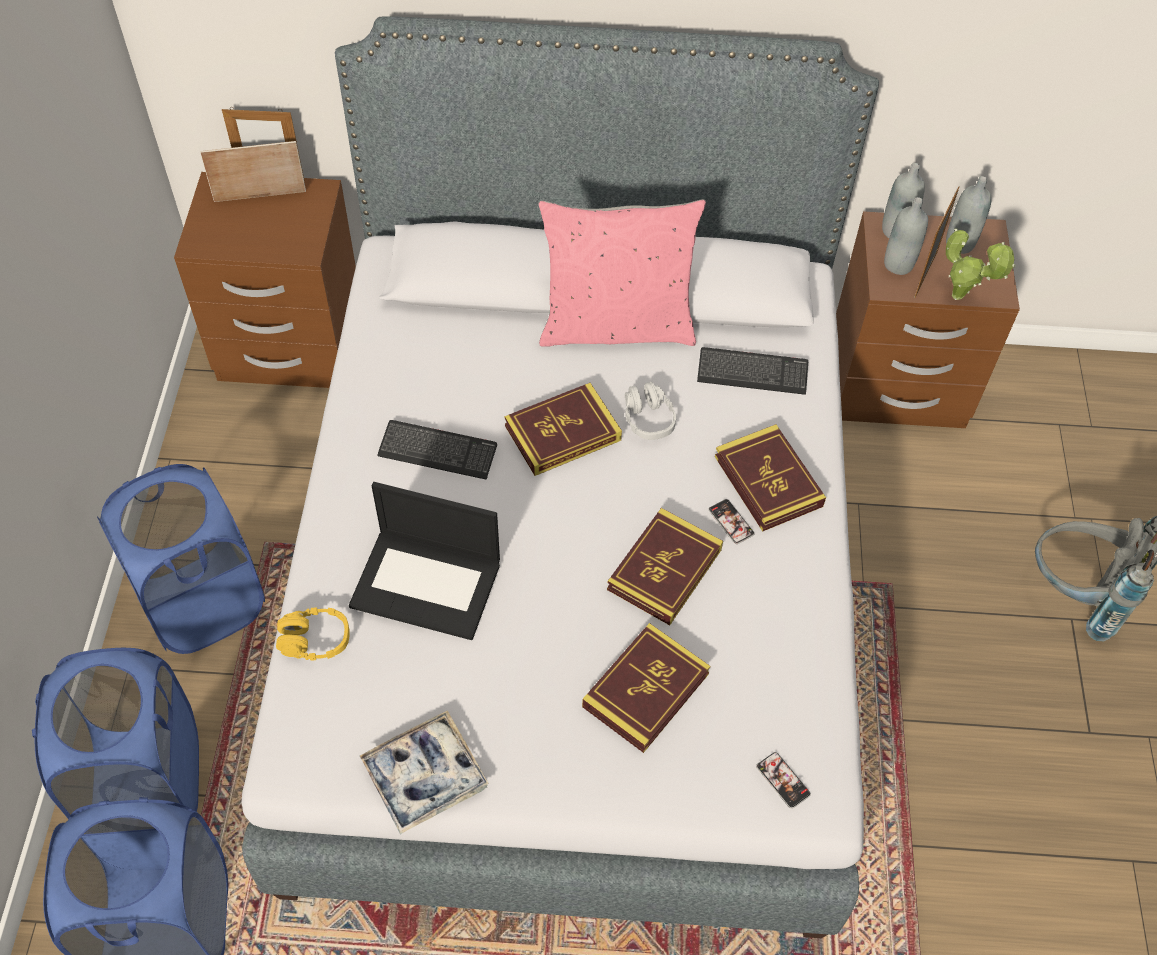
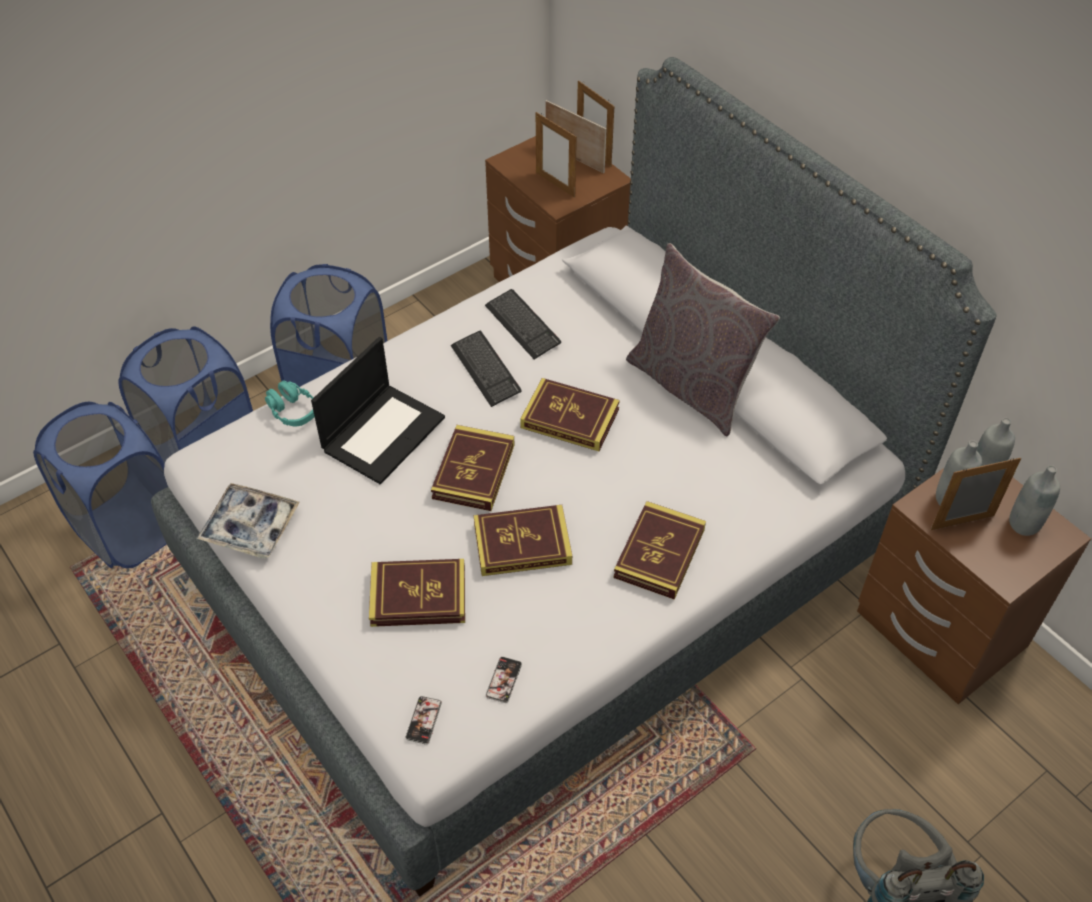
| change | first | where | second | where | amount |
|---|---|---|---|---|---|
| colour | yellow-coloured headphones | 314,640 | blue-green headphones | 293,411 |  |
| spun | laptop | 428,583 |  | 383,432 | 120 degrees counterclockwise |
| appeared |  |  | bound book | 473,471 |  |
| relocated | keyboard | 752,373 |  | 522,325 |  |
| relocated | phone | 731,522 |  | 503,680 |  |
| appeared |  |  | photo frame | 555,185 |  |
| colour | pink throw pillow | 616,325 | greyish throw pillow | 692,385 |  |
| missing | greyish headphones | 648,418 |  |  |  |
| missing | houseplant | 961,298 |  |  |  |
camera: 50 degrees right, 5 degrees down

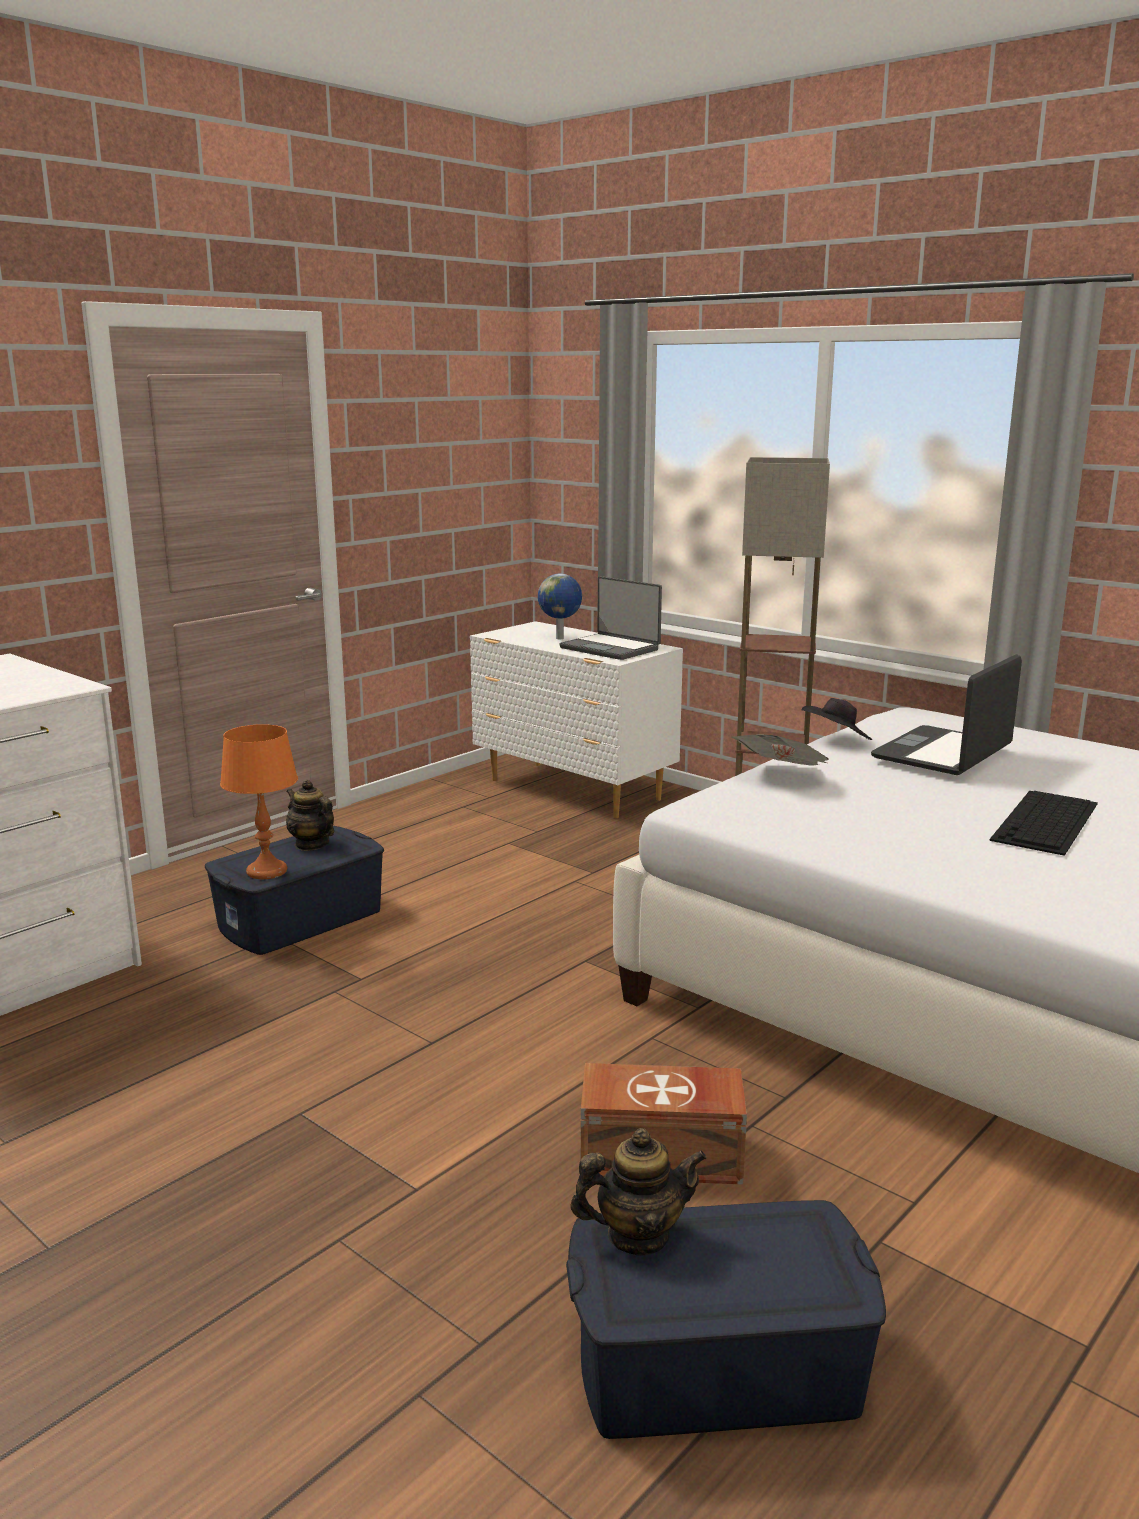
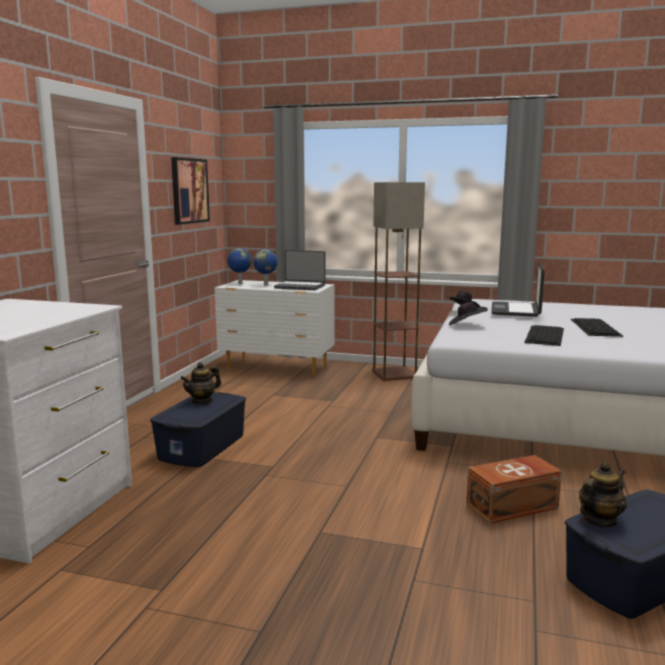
| change | first | where | second | where | amount |
|---|---|---|---|---|---|
| appeared |  |  | wall picture | 189,191 |  |
| spun | tea pot | 311,844 |  | 202,401 | 60 degrees counterclockwise |
| appeared |  |  | world globe | 240,283 |  |
| exchanged | daily paper | 782,776 | blackish clothing hat | 466,325 |  |
| appeared |  |  | keyboard | 545,335 |  |
| missing | orange tabletop lamp | 266,871 |  |  |  |
camera: 25 degrees left, 5 degrees down

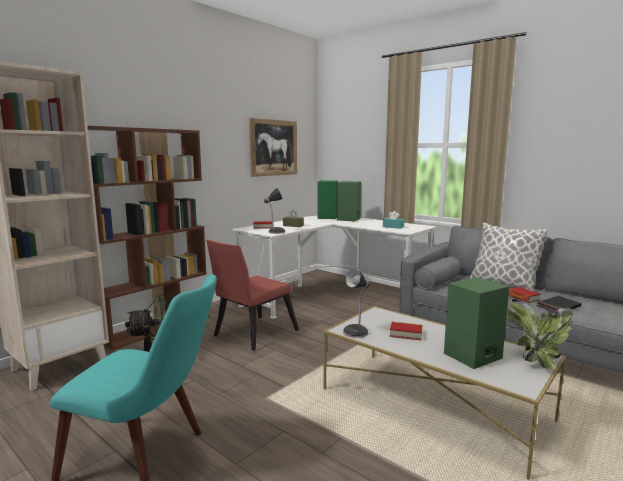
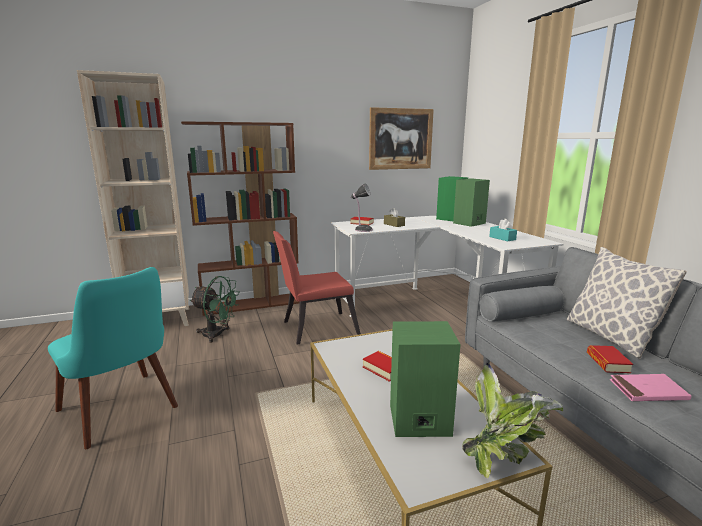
| change | first | where | second | where | amount |
|---|---|---|---|---|---|
| colour | blackish bound book | 558,307 | pink bound book | 648,390 |  |
| missing | tabletop lamp | 357,332 |  |  |  |
camera: 30 degrees right, 5 degrees up

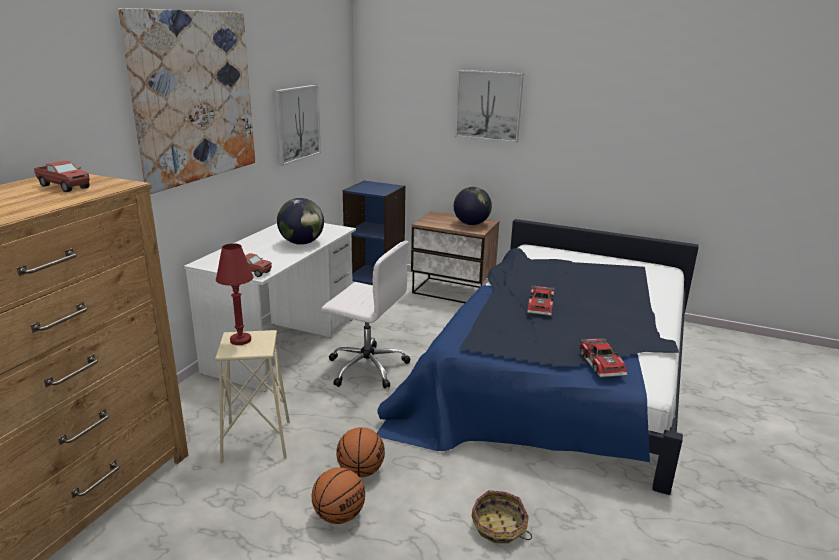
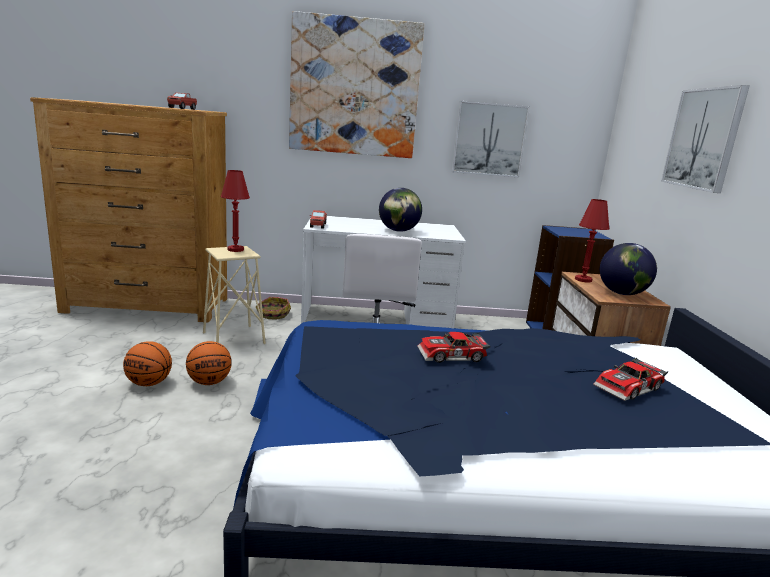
| change | first | where | second | where | amount |
|---|---|---|---|---|---|
| relocated | storage basket | 499,527 |  | 272,314 |  |
| appeared |  |  | reddish tabletop lamp | 583,280 |  |
| relocated | toy car | 603,363 |  | 630,388 |  |
camera: 65 degrees right, 5 degrees down

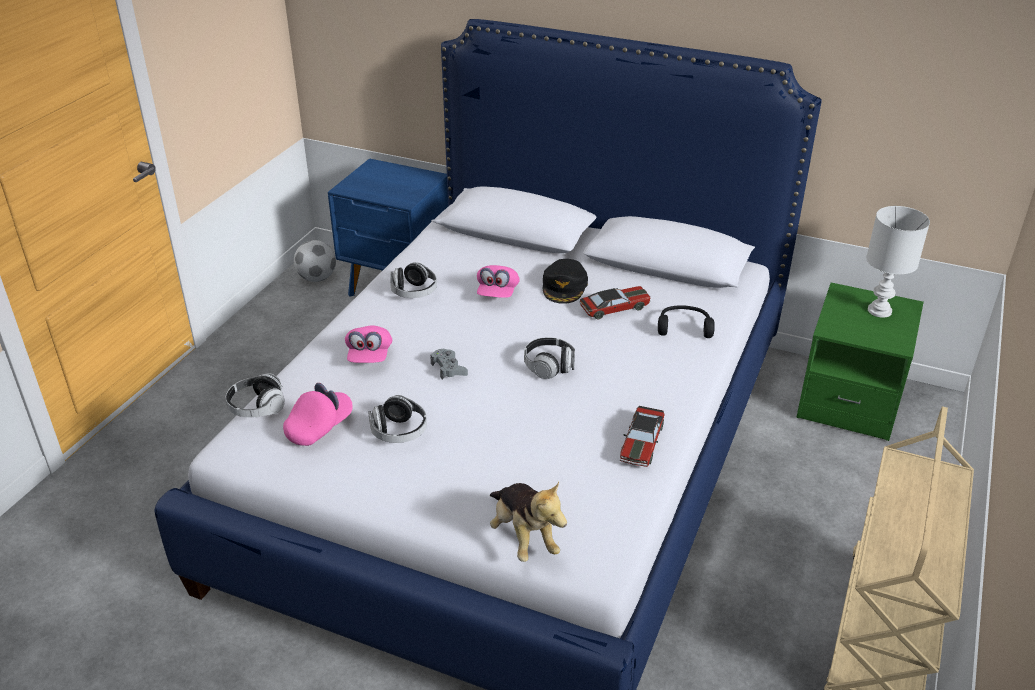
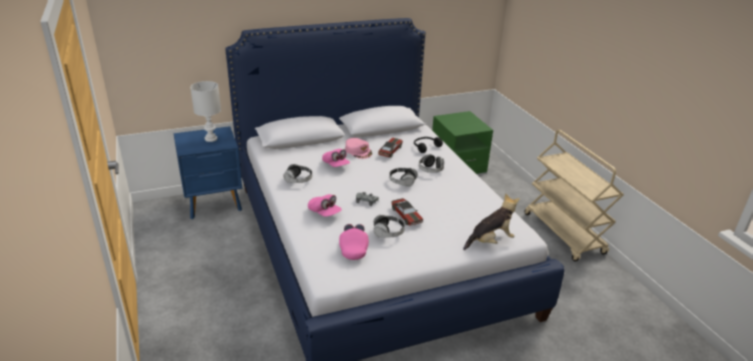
| change | first | where | second | where | amount |
|---|---|---|---|---|---|
| relocated | white-coloured tabletop lamp | 878,310 |  | 210,139 |  |
| colour | blackish baseball cap | 565,286 | pink baseball cap | 358,151 |  |
| relocated | toy car | 641,443 |  | 406,216 |  |
| relocated | headphones | 257,407 |  | 430,170 |  |
| spun | soft toy | 523,536 |  | 490,241 | 45 degrees counterclockwise |
| missing | football ball | 317,278 |  |  |  |
camera: 45 degrees left, 5 degrees down

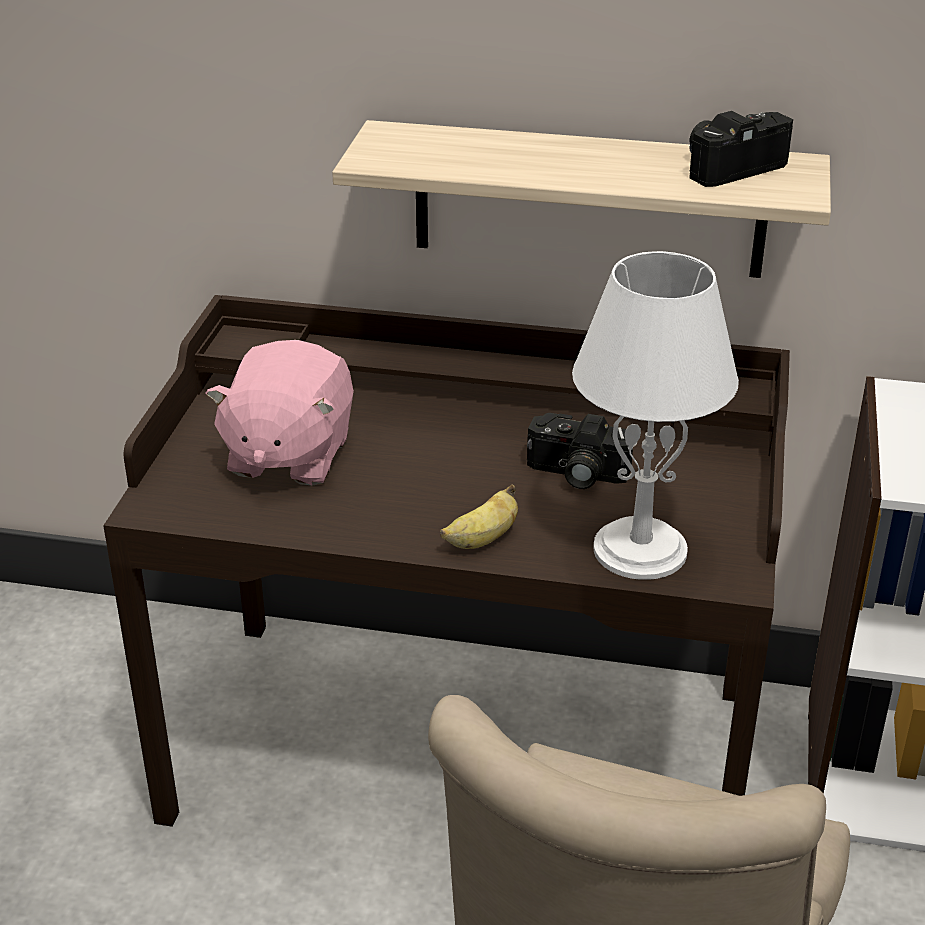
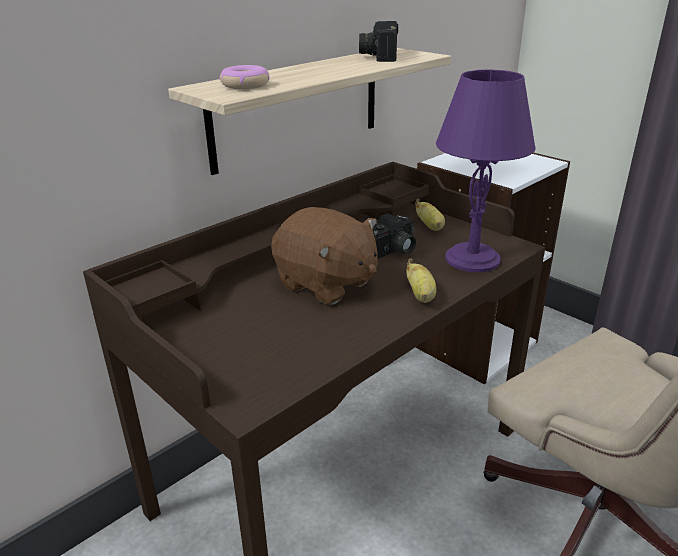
| change | first | where | second | where | amount |
|---|---|---|---|---|---|
| appeared |  |  | ring doughnut | 245,85 |  |
| appeared |  |  | brownish soft toy | 326,284 |  |
| appeared |  |  | whole banana | 430,227 |  |
| colour | white-coloured tabletop lamp | 639,550 | purple tabletop lamp | 472,259 |  |
| missing | pink soft toy | 288,455 |  |  |  |
camera: 55 degrees left, 5 degrees down

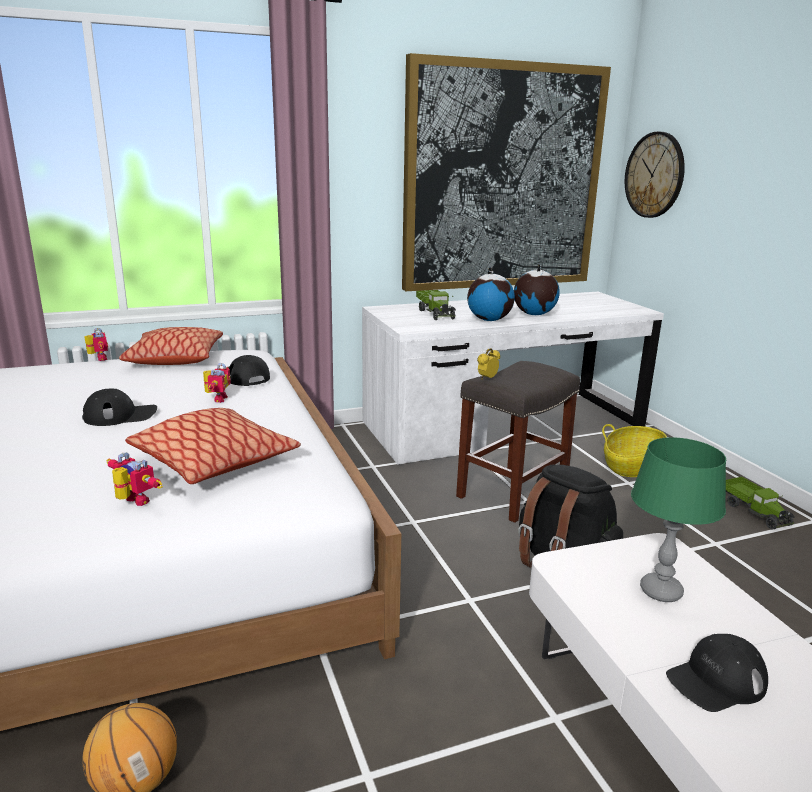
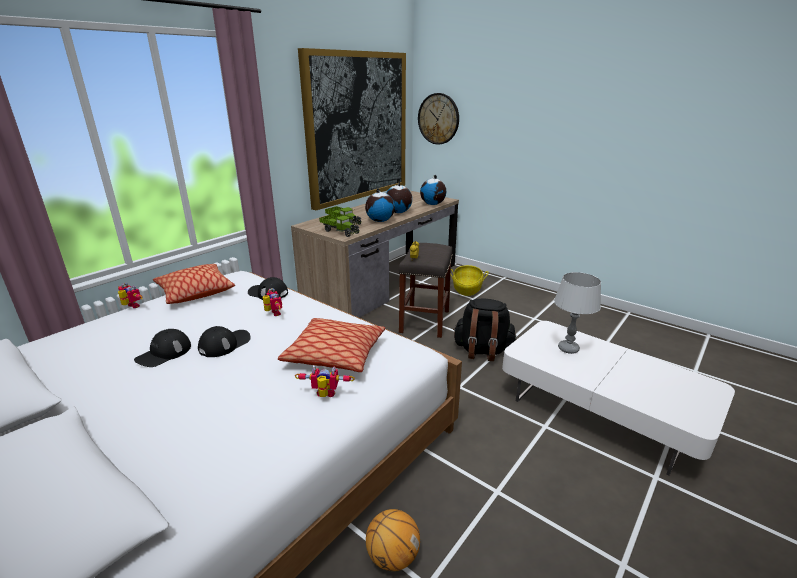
| change | first | where | second | where | amount |
|---|---|---|---|---|---|
| relocated | blackish baseball cap | 716,681 |  | 164,353 |  |
| colour | white-coloured desk | 504,425 | brownish desk | 383,282 |  |
| relocated | toy truck | 754,511 |  | 340,231 |  |
| appeared |  |  | world globe | 433,204 |  |
| colour | green-coloured tabletop lamp | 661,591 | greyish tabletop lamp | 568,348 |  |
camera: 30 degrees left, 5 degrees up

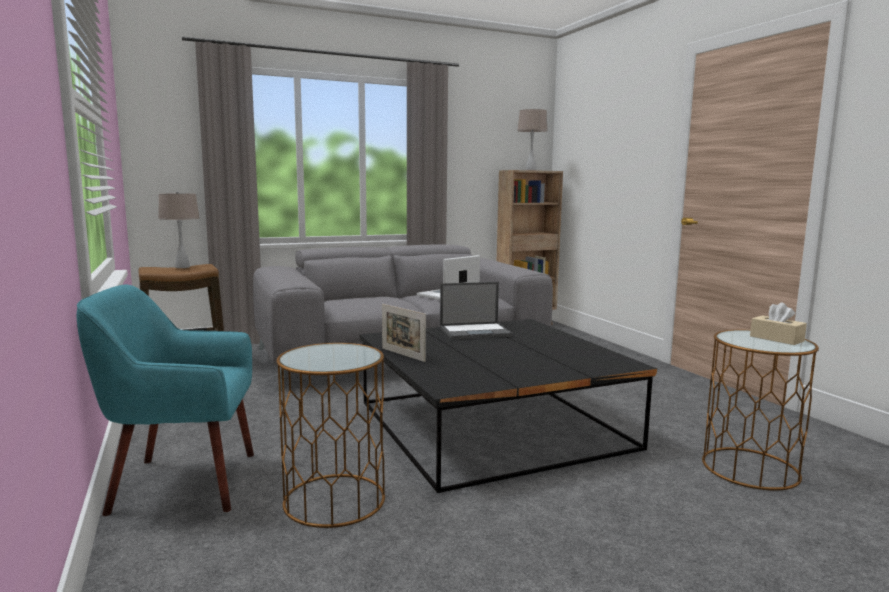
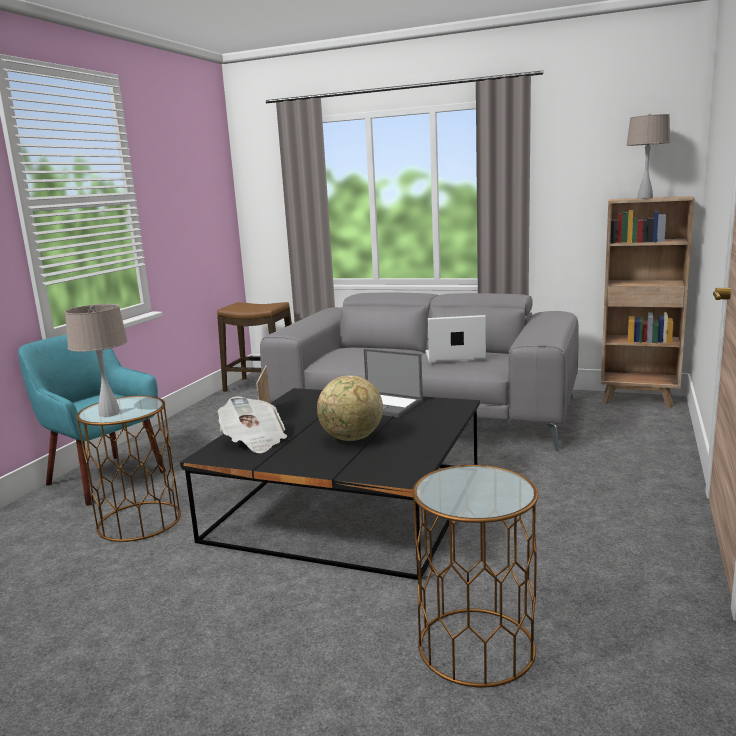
| change | first | where | second | where | amount |
|---|---|---|---|---|---|
| relocated | beige-coloured tabletop lamp | 182,267 |  | 109,413 |  |
| appeared |  |  | daily paper | 254,441 |  |
| appeared |  |  | world globe | 351,439 |  |
| missing | beige-coloured tissue holder | 776,338 |  |  |  |
camera: 45 degrees right, 5 degrees up

